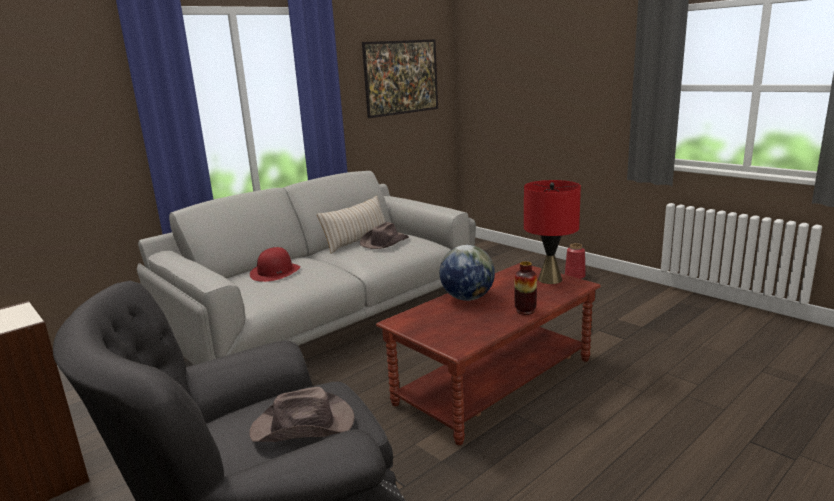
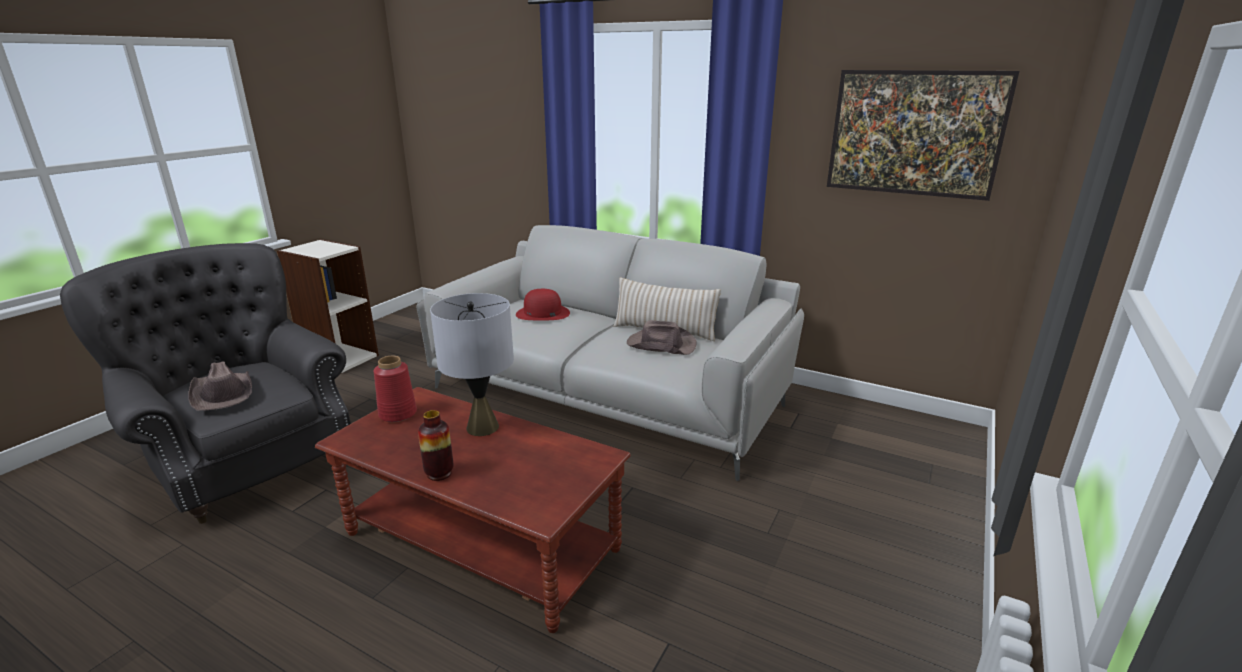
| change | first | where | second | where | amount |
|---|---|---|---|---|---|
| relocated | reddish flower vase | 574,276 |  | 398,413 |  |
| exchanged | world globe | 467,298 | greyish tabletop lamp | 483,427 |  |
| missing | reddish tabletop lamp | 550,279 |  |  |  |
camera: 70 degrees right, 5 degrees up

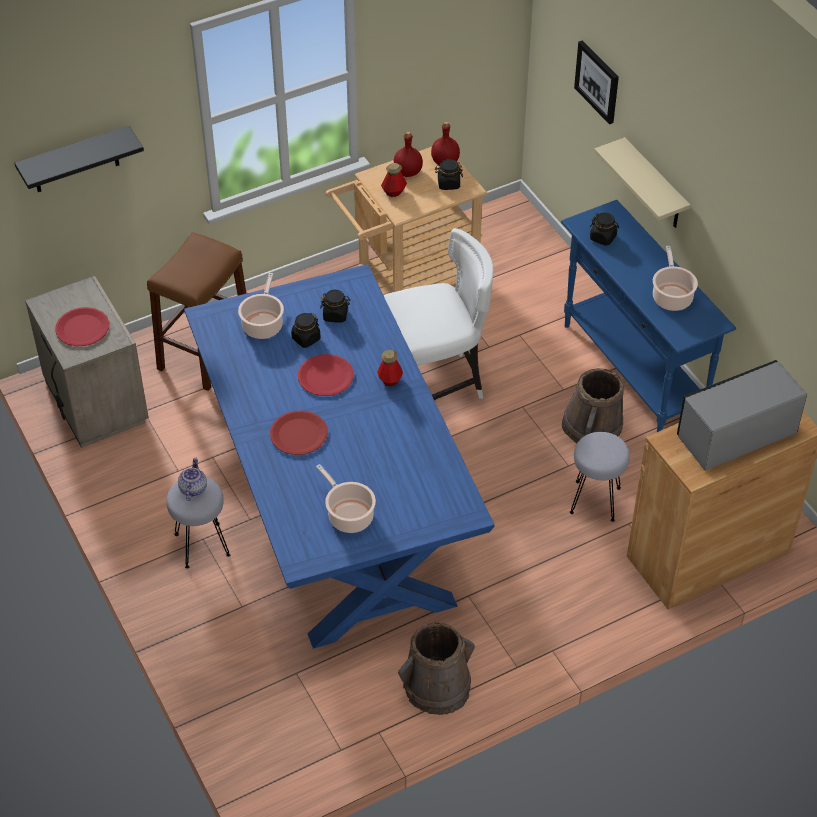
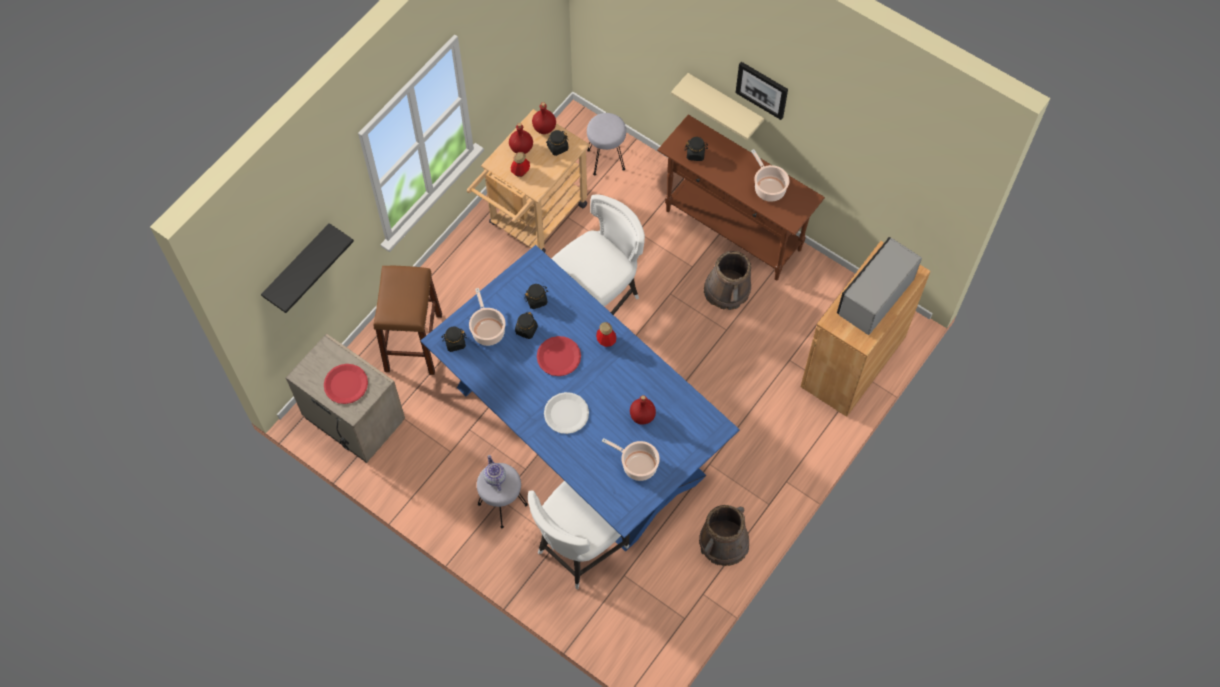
| change | first | where | second | where | amount |
|---|---|---|---|---|---|
| appeared |  |  | blackish preserve jar | 455,343 |  |
| appeared |  |  | white-coloured chair | 579,548 |  |
| colour | reddish dinner plate | 298,434 | white-coloured dinner plate | 566,413 |  |
| relocated | greyish stool | 596,501 |  | 606,159 |  |
| appeared |  |  | reddish drink bottle | 642,416 |  |
| colour | blue-coloured narrow table | 633,371 | brownish narrow table | 733,231 |  |
| relocated | wall picture | 598,81 |  | 762,89 |  |
camera: 25 degrees left, 15 degrees up

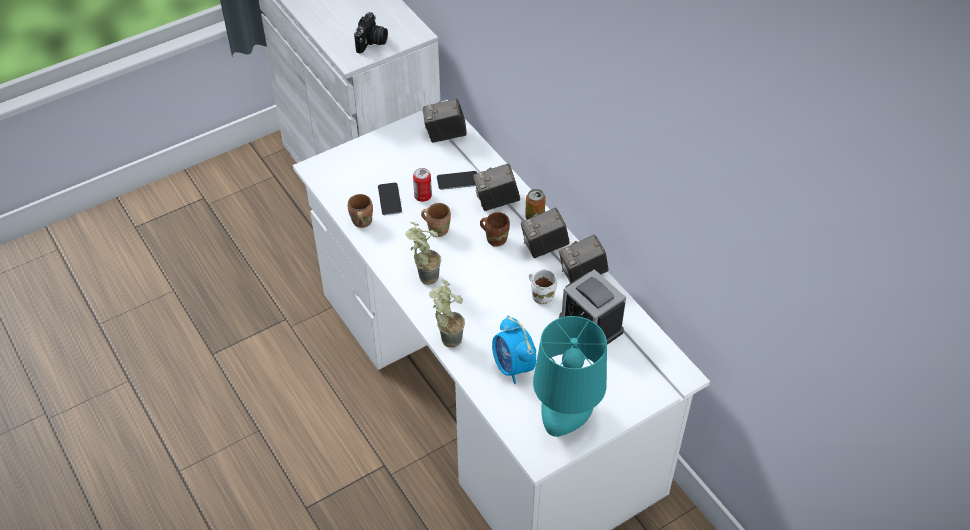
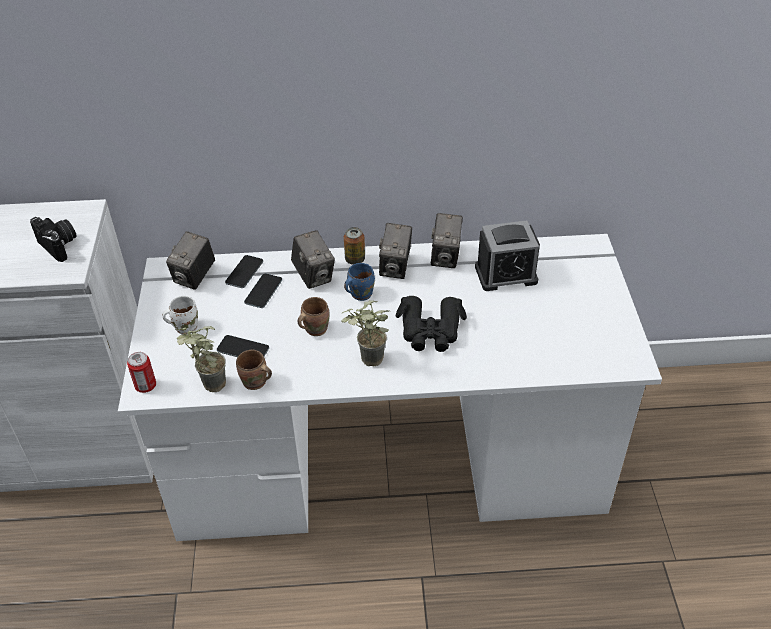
| change | first | where | second | where | amount |
|---|---|---|---|---|---|
| relocated | can | 423,196 |  | 145,386 |  |
| relocated | white-coloured tea mug | 542,295 |  | 185,327 |  |
| relocated | houseplant | 447,336 |  | 207,386 |  |
| appeared |  |  | phone | 244,272 |  |
| spun | photo camera | 496,201 |  | 314,276 | 45 degrees counterclockwise |
| colour | brownish tea mug | 496,238 | blue-coloured tea mug | 359,294 |  |
| appeared |  |  | blackish binoculars | 430,331 |  |
| missing | table clock | 513,367 |  |  |  |
| missing | blue-green tabletop lamp | 566,418 |  |  |  |
camera: 60 degrees left, 5 degrees down

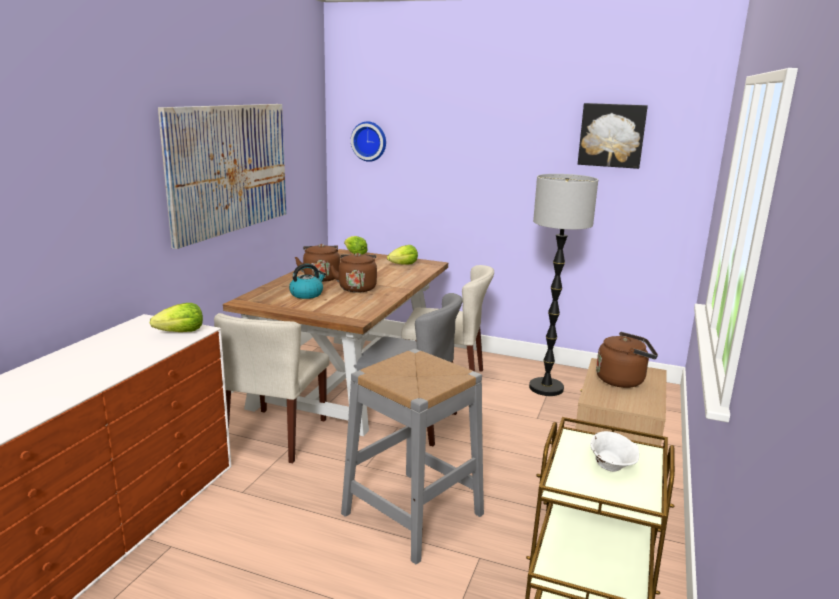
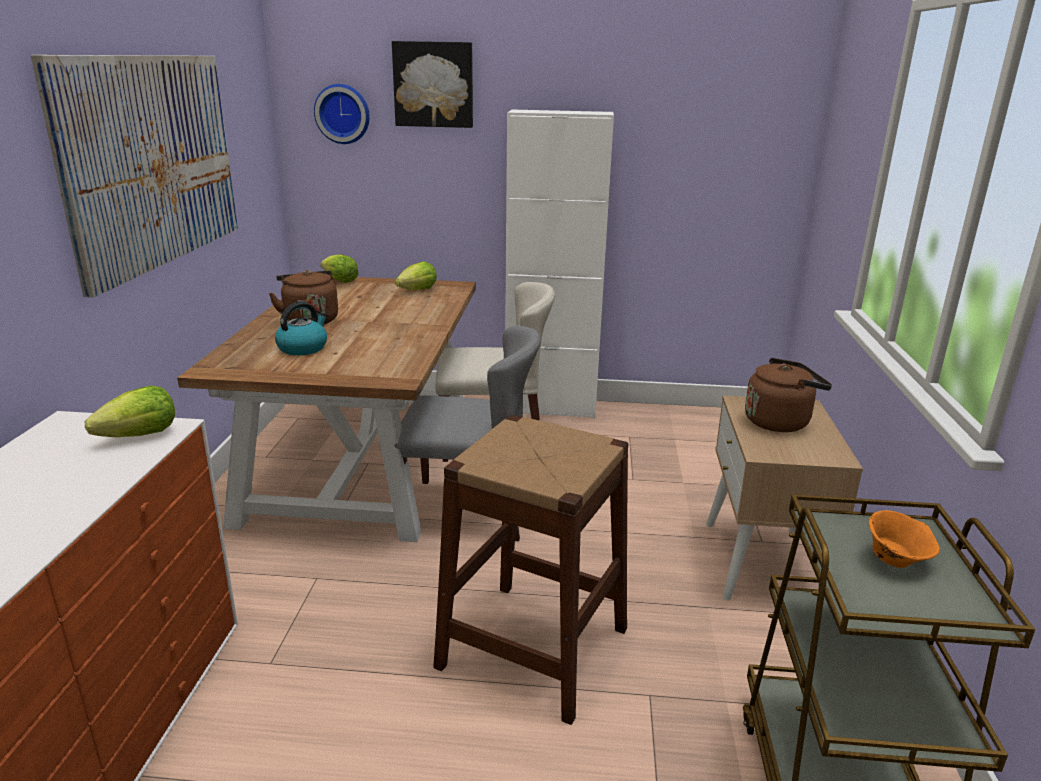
| change | first | where | second | where | amount |
|---|---|---|---|---|---|
| relocated | wall picture | 611,135 |  | 433,84 |  |
| colour | greyish stool | 412,514 | brownish stool | 533,647 |  |
| appeared |  |  | white-coloured cabinet | 550,407 |  |
| colour | white-coloured serving bowl | 612,467 | orange serving bowl | 896,560 |  |
| missing | beige-coloured chair | 276,435 |  |  |  |
| missing | brownish water kettle | 357,288 |  |  |  |
| missing | standing lamp | 546,388 |  |  |  |
camera: 15 degrees left, 5 degrees up

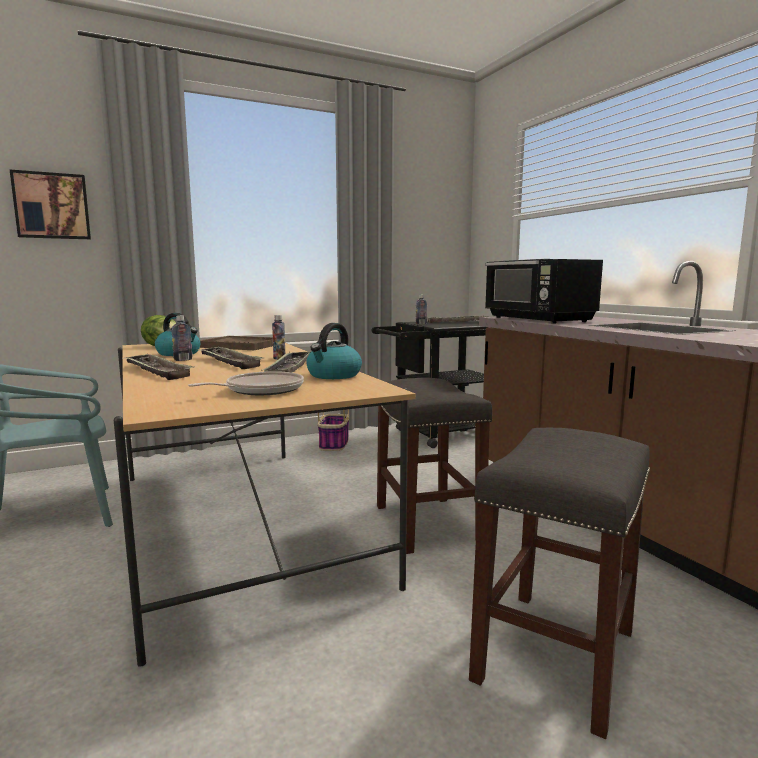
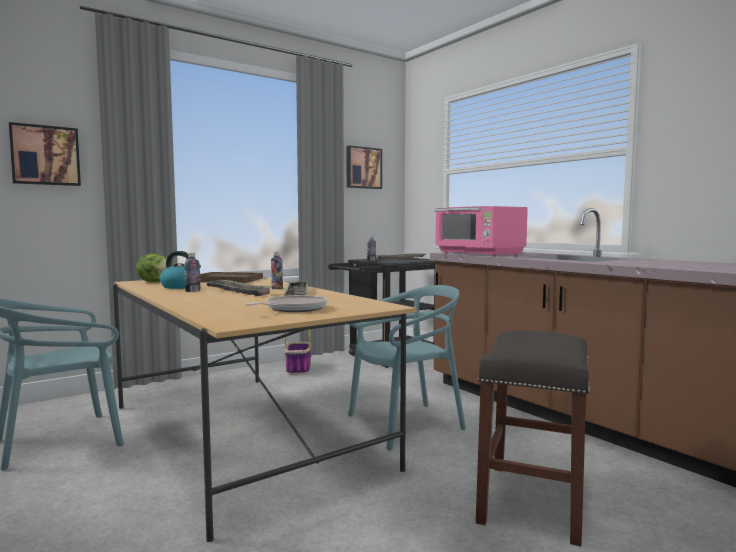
| change | first | where | second | where | amount |
|---|---|---|---|---|---|
| appeared |  |  | wall picture | 363,168 |  |
| exchanged | greyish stool | 428,524 | blue-green chair | 405,424 |  |
| colour | blackish microwave | 538,319 | pink microwave | 479,254 |  |
| missing | carrying tray | 157,371 |  |  |  |
| missing | water kettle | 333,375 |  |  |  |
camera: 10 degrees left, 5 degrees down

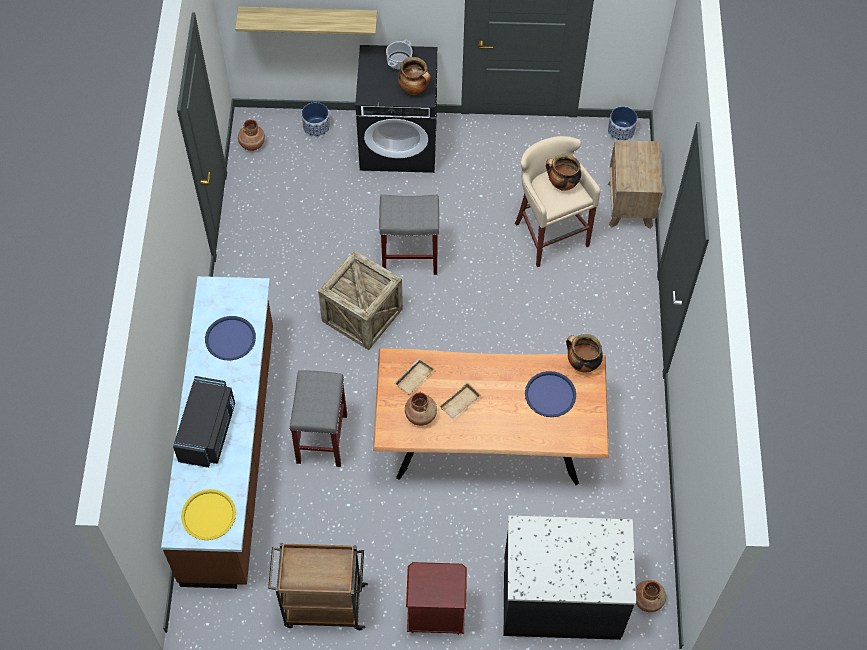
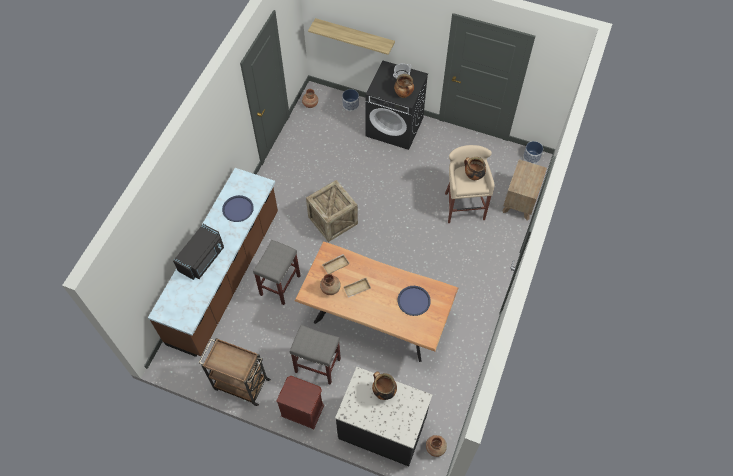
| change | first | where | second | where | amount |
|---|---|---|---|---|---|
| relocated | greyish stool | 409,257 |  | 317,365 |  |
| relocated | stockpot | 582,364 |  | 383,391 |  |
| missing | yellow-coloured carrying tray | 208,515 |  |  |  |
camera: 20 degrees right, 0 degrees up

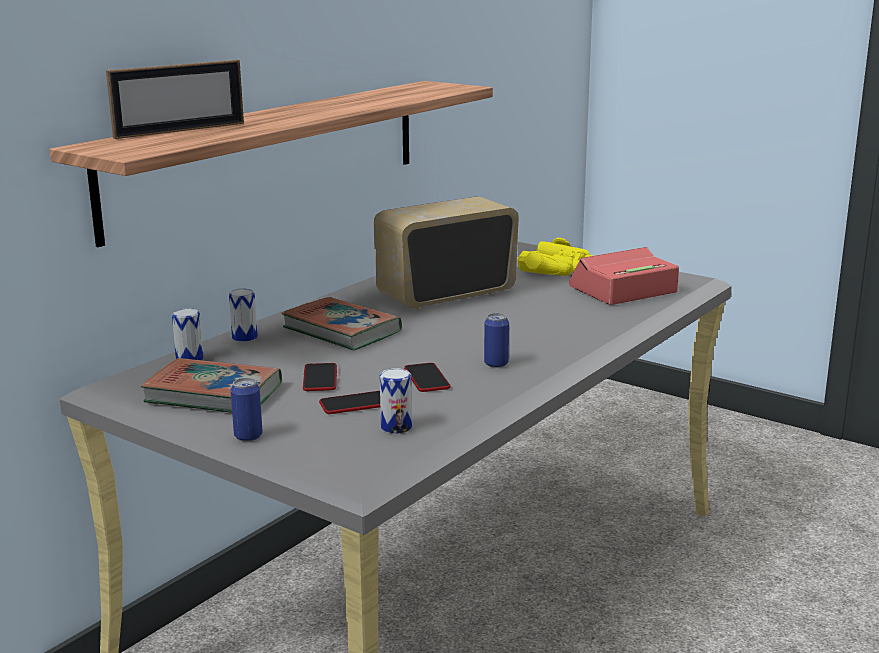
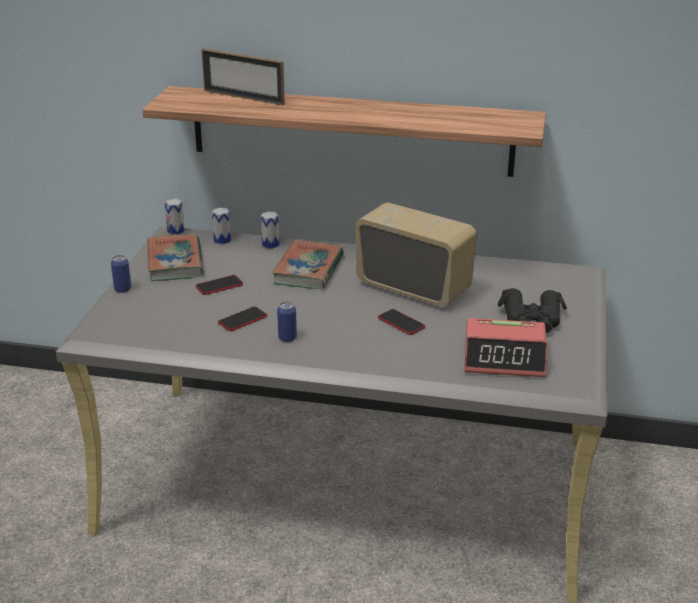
| change | first | where | second | where | amount |
|---|---|---|---|---|---|
| relocated | can | 396,427 |  | 176,231 |  |
| relocated | phone | 356,404 |  | 401,323 |  |
| spun | table clock | 622,290 |  | 505,358 | 150 degrees clockwise |
| colour | yellow-coloured binoculars | 559,269 | blackish binoculars | 532,319 |  |
camera: 65 degrees right, 10 degrees up

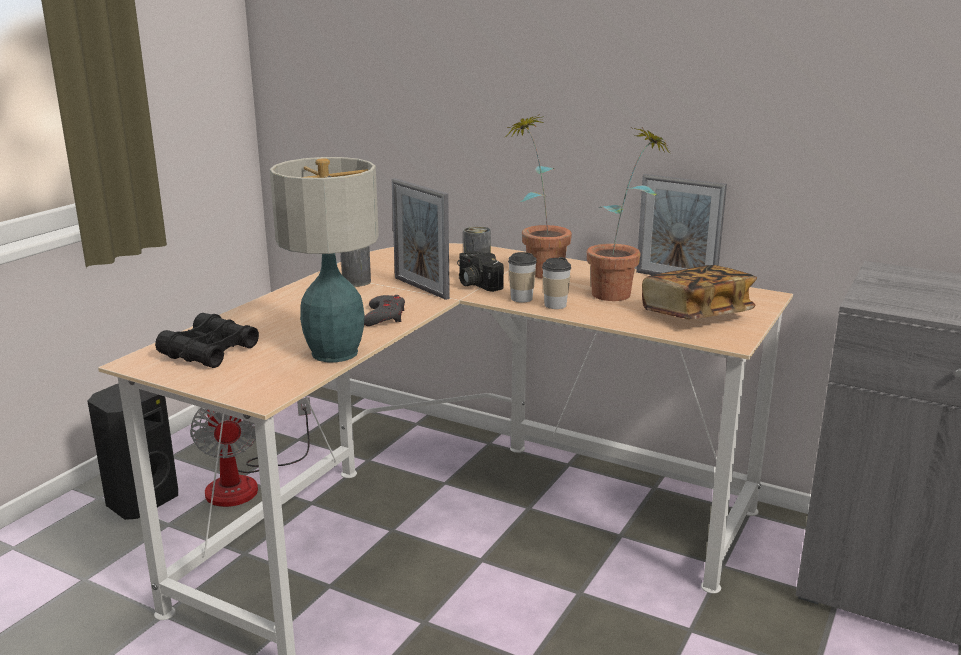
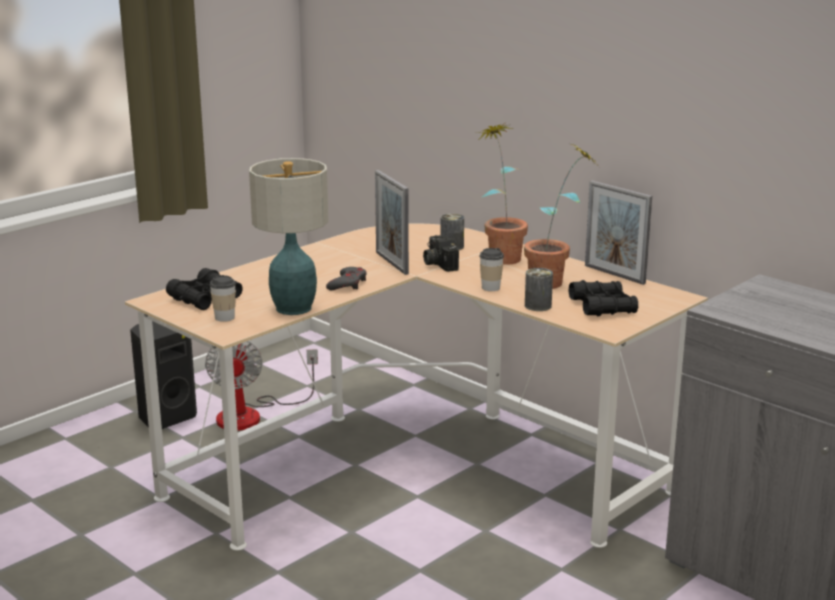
| change | first | where | second | where | amount |
|---|---|---|---|---|---|
| relocated | small cup | 521,298 |  | 224,317 |  |
| relocated | can | 356,282 |  | 538,306 |  |
| exchanged | bound book | 696,314 | blackish binoculars | 602,307 |  |
camera: 15 degrees right, 0 degrees up

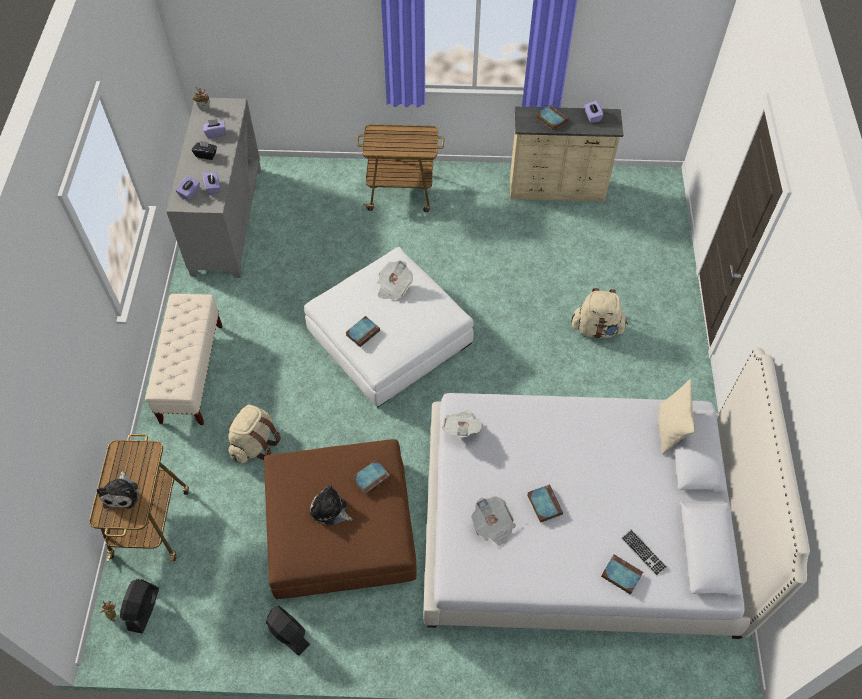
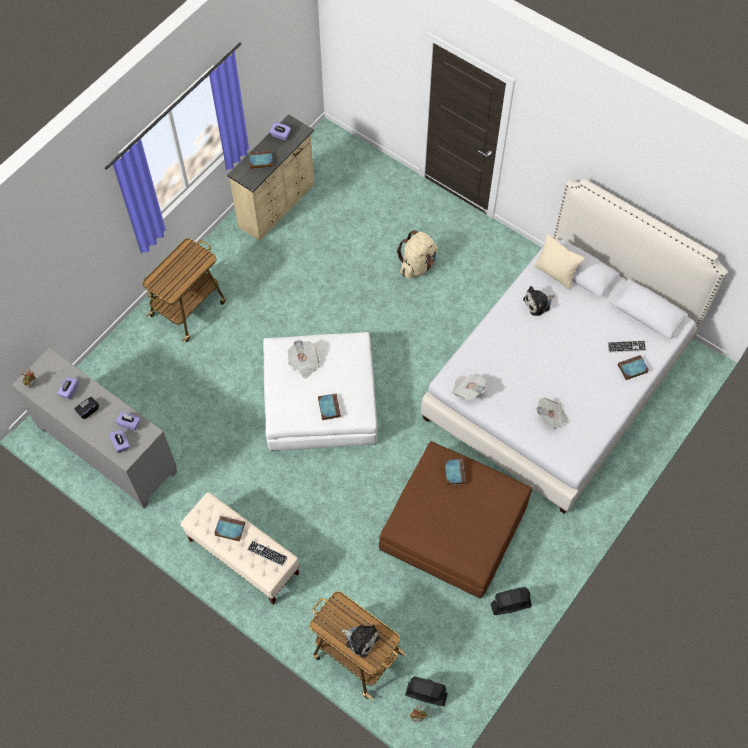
| change | first | where | second | where | amount |
|---|---|---|---|---|---|
| relocated | bound book | 543,504 |  | 229,529 |  |
| appeared |  |  | keyboard | 267,553 |  |
| spun | blackish fan | 143,609 |  | 426,694 | 150 degrees clockwise |
| relocated | soft toy | 330,510 |  | 538,304 |  |
| missing | beige-coloured rucksack | 254,444 |  |  |  |
camera: 55 degrees left, 5 degrees up

